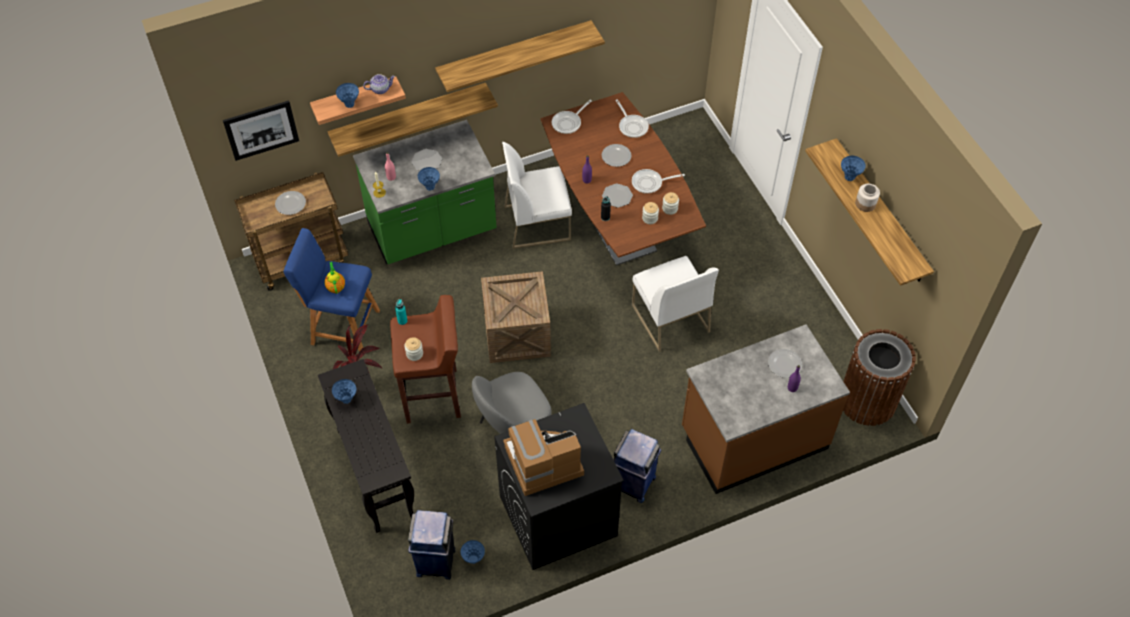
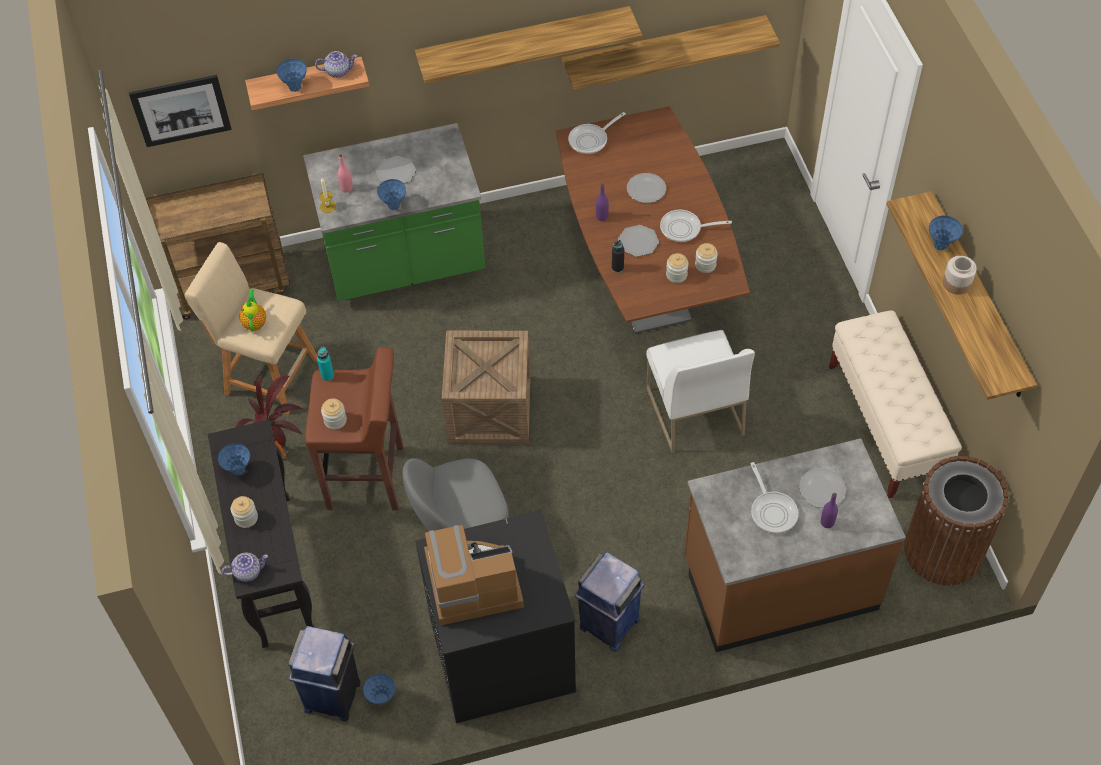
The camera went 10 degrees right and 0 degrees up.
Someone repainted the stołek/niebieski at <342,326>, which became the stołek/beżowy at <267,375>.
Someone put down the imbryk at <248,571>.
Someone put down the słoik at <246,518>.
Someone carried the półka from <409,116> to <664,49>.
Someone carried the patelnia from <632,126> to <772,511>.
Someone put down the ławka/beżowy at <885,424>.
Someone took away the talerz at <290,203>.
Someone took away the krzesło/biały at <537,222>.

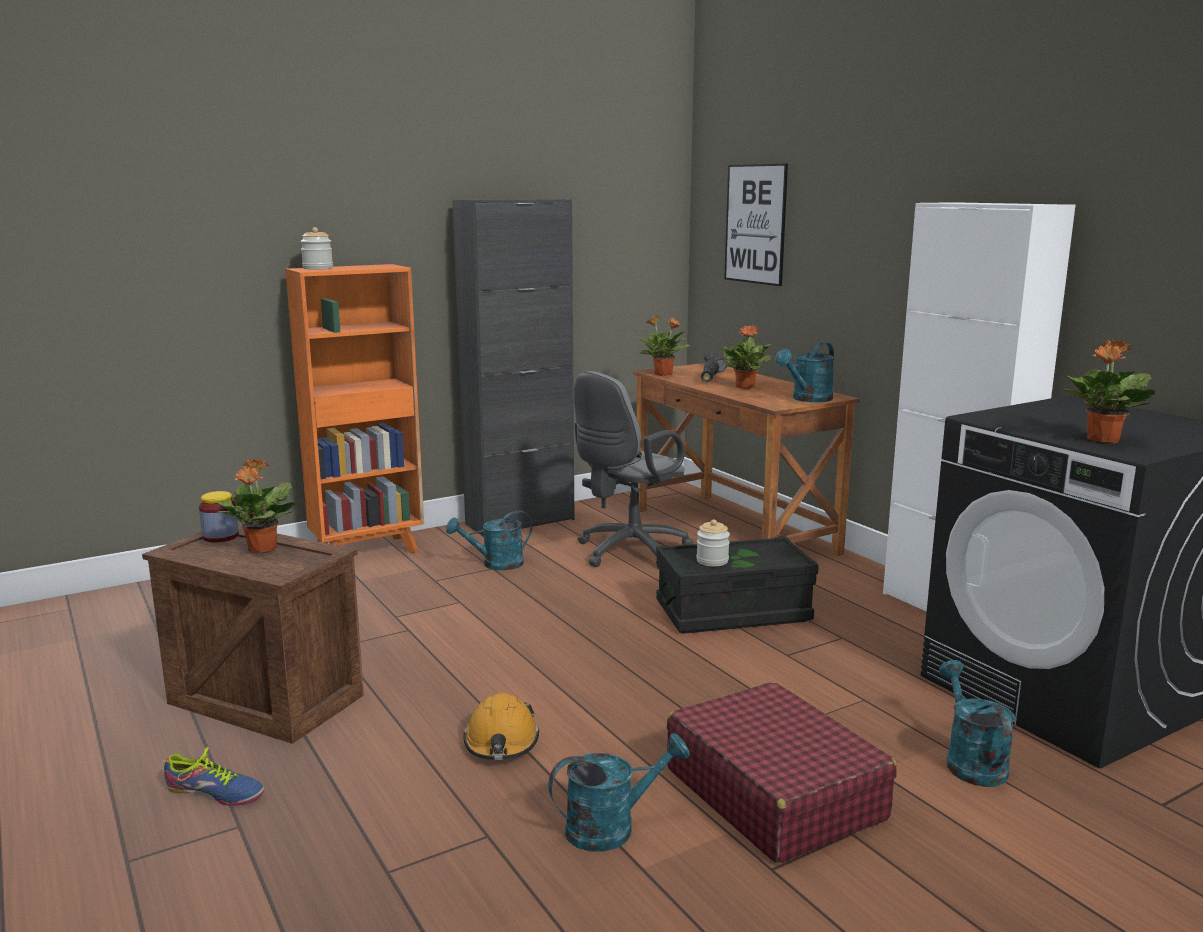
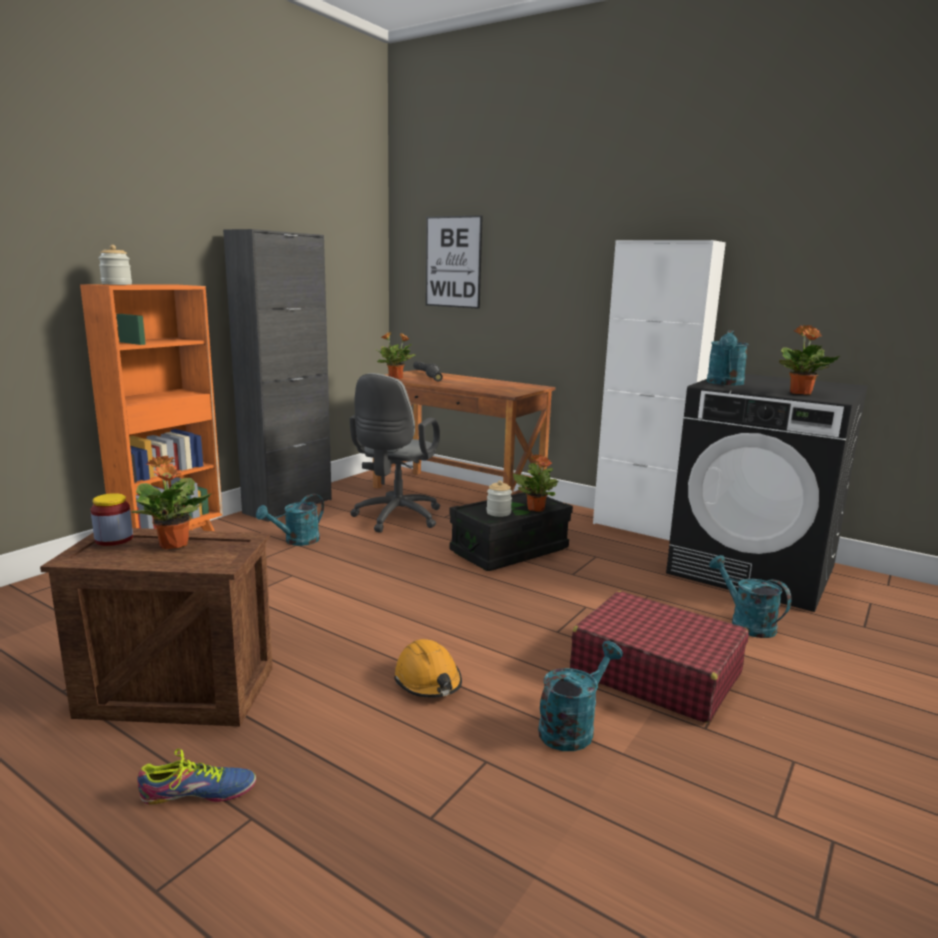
The camera went 25 degrees left and 0 degrees up.
Someone carried the roślina doniczkowa from <745,387> to <536,509>.
Someone carried the konewka/turkusowy from <807,399> to <725,383>.

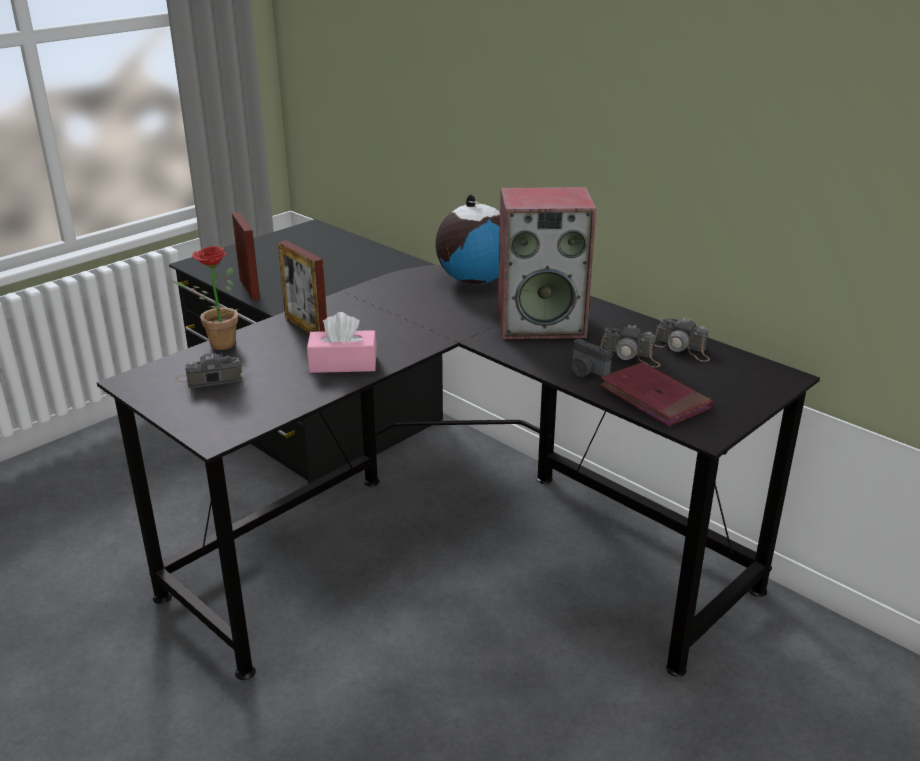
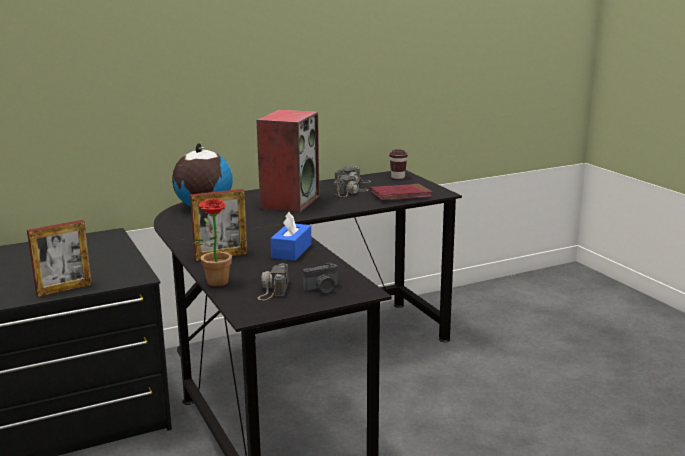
The camera went 70 degrees left and 10 degrees down.
Someone rotated the ramka na zdjęcie at <249,288> by 150 degrees clockwise.
Someone repainted the pudełko chusteczek/różowy at <343,364>, which became the pudełko chusteczek/niebieski at <291,251>.
Someone carried the aparat fotograficzny from <586,372> to <322,289>.
Someone put down the filiżanka/brązowy at <398,177>.

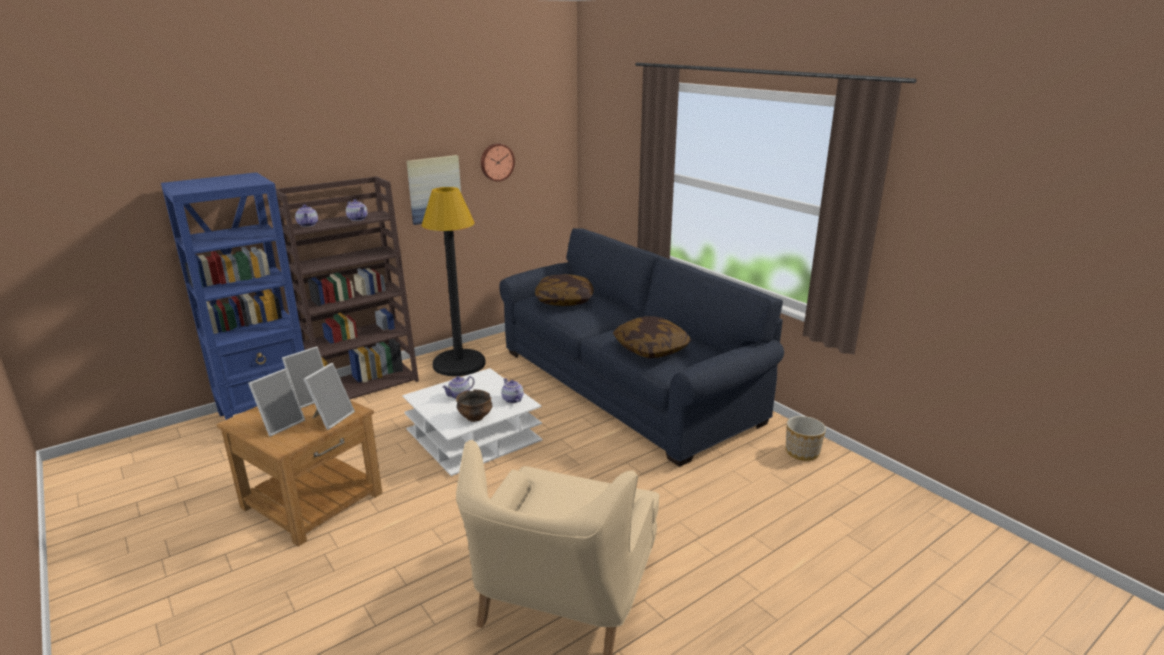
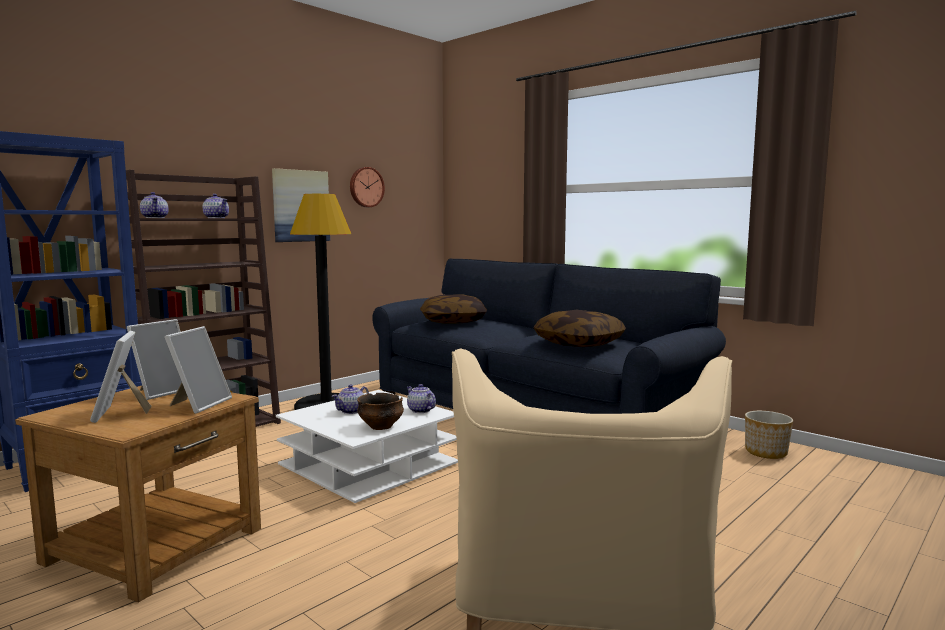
The camera went 10 degrees left and 15 degrees down.
Someone rotated the ramka na zdjęcie at <281,424> by 135 degrees clockwise.

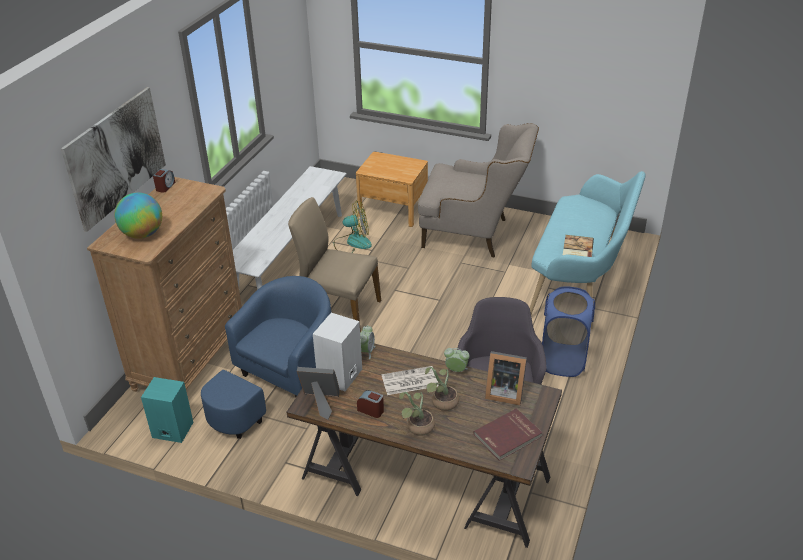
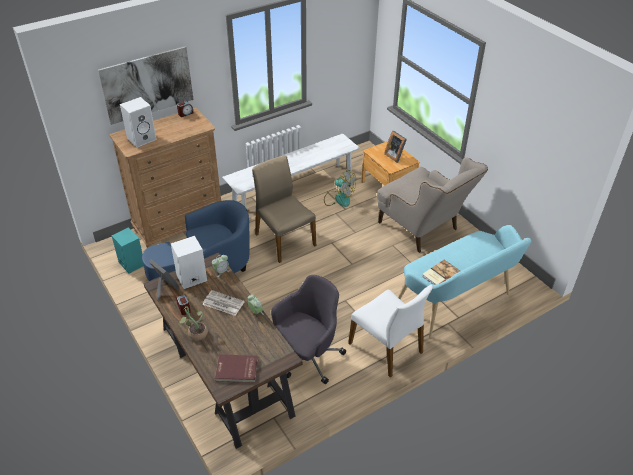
The camera went 35 degrees right and 5 degrees up.
Someone swapped the globus at <143,234> for the głośnik/biały at <142,138>.
Someone swapped the kosz na pranie/niebieski at <563,360> for the krzesło/biały at <387,347>.
Someone carried the ramka na zdjęcie from <503,392> to <395,155>.
Someone took away the roślina doniczkowa at <441,403>.

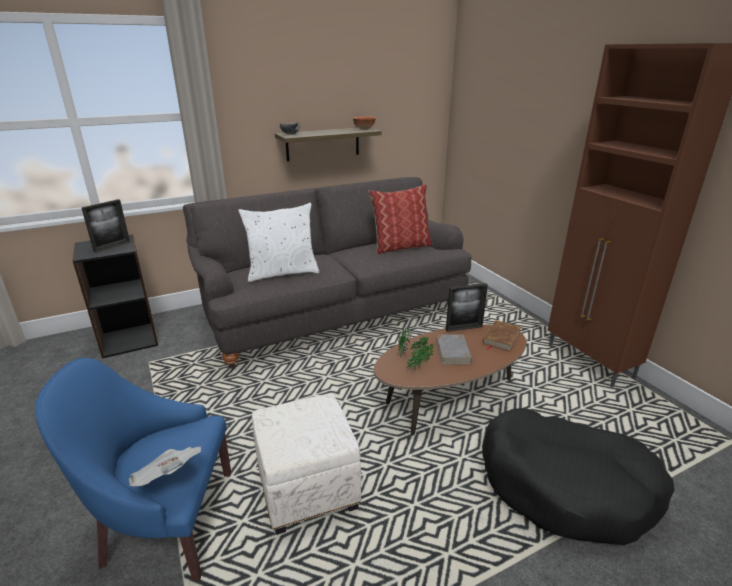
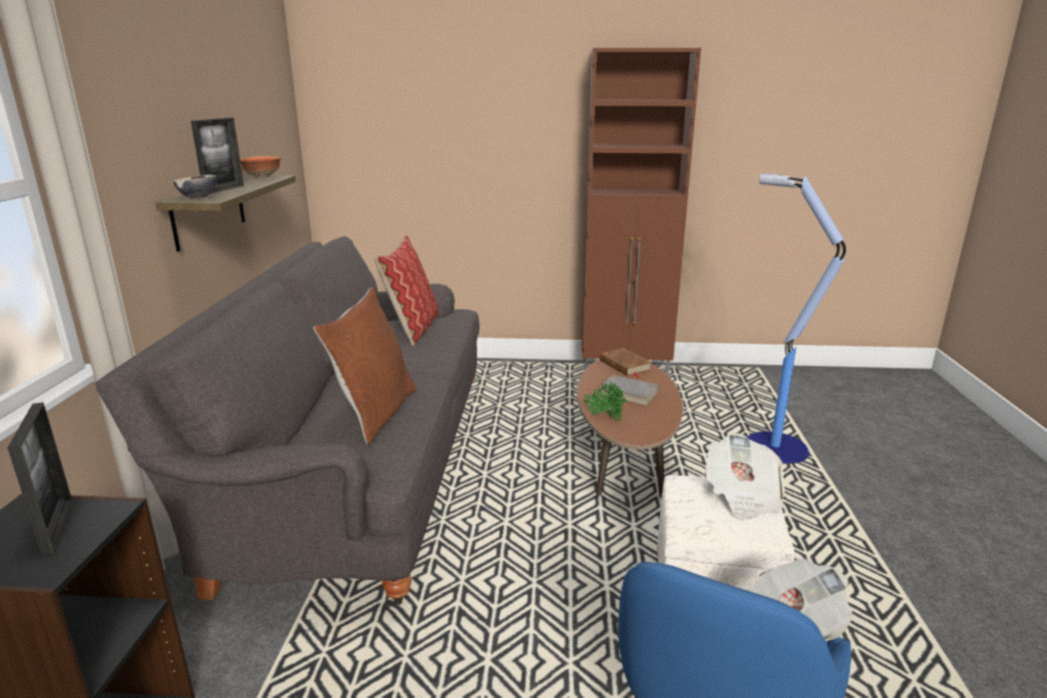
The camera went 60 degrees left and 5 degrees down.
Someone carried the ramka na zdjęcie from <464,328> to <224,189>.
Someone repainted the poduszka/biały at <282,272>, which became the poduszka/brązowy at <375,413>.
Someone put down the gazeta at <742,496>.
Someone swapped the legowisko/czarny at <566,486> for the lampa stojąca at <773,447>.
Someone took away the roślina doniczkowa at <417,367>.

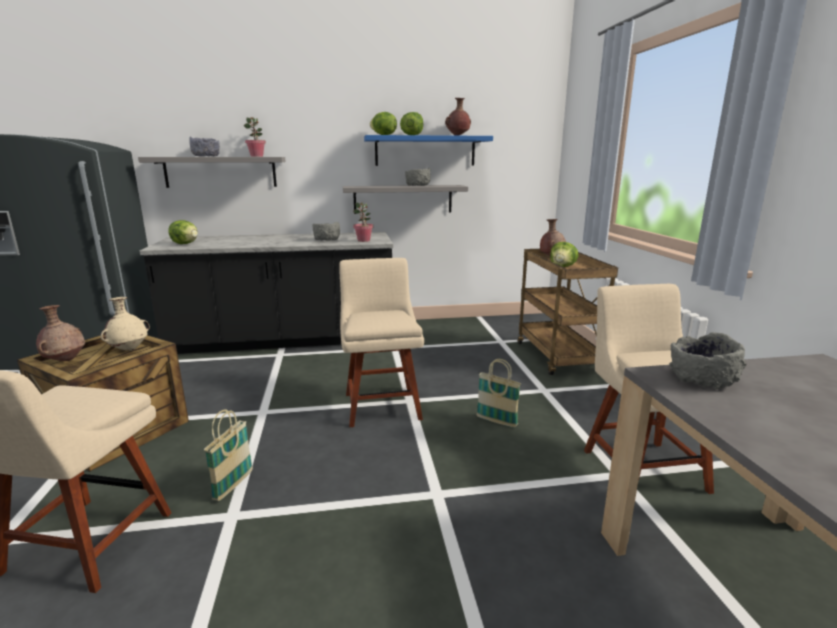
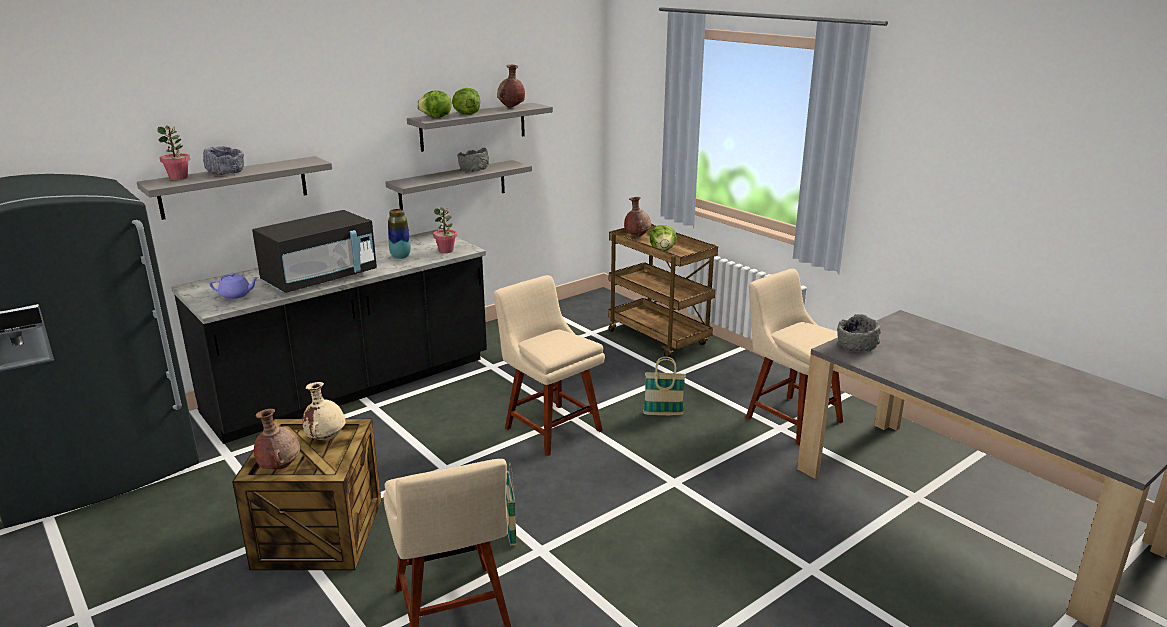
The camera went 30 degrees left and 5 degrees up.
Someone carried the roślina doniczkowa from <257,156> to <179,178>.
Someone swapped the sałata at <186,244> for the imbryk/fioletowy at <236,295>.
Someone put down the mikrofalówka/czarny at <320,279>.
Someone swapped the miska/szary at <326,240> for the wazon at <400,256>.
Someone repainted the półka/niebieski at <425,151>, which became the półka/szary at <473,126>.

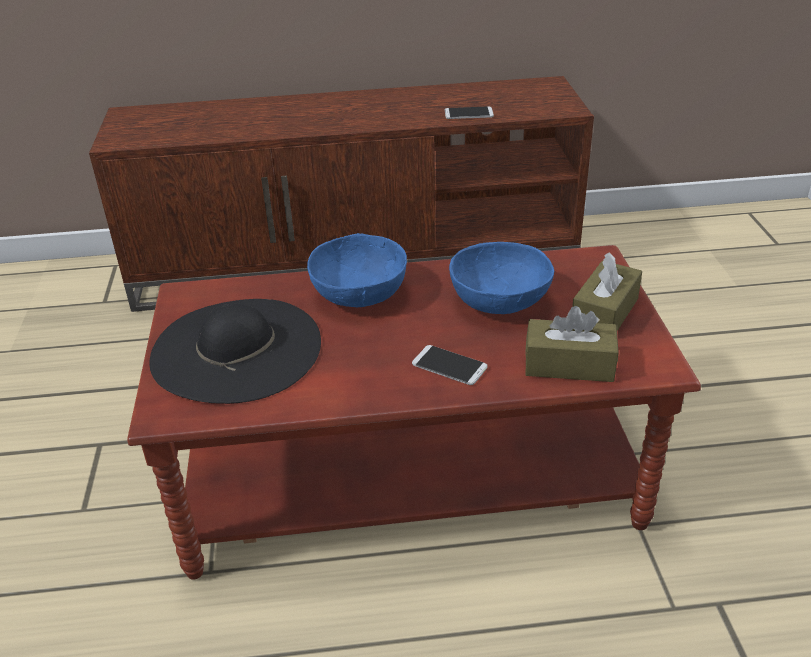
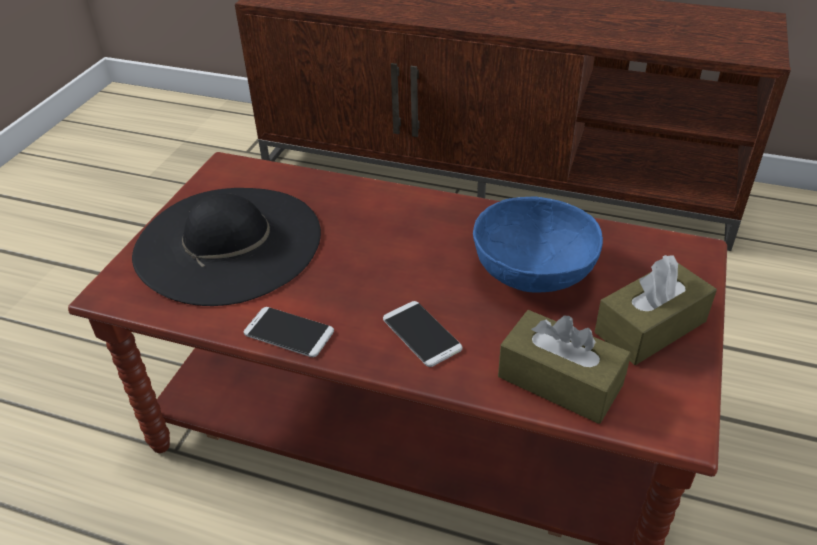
The camera went 25 degrees right and 5 degrees up.
Someone carried the telefon from <468,114> to <289,332>.
Someone took away the miska/niebieski at <359,293>.

